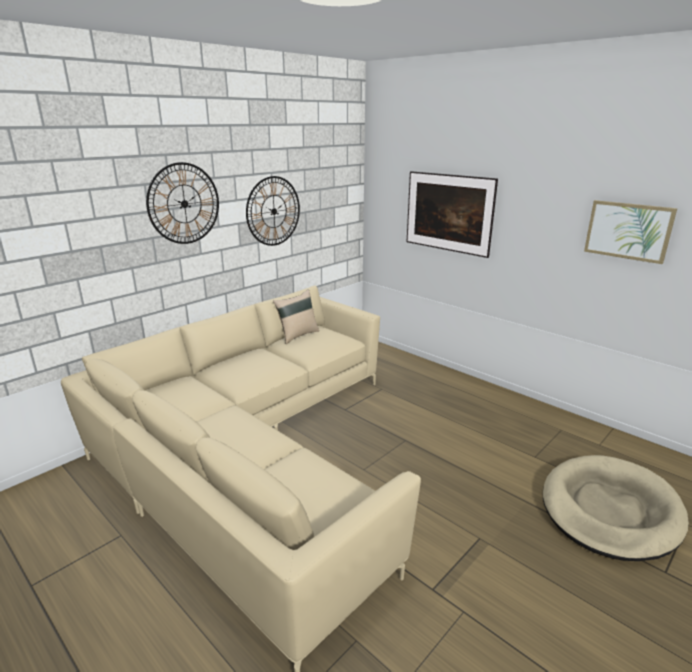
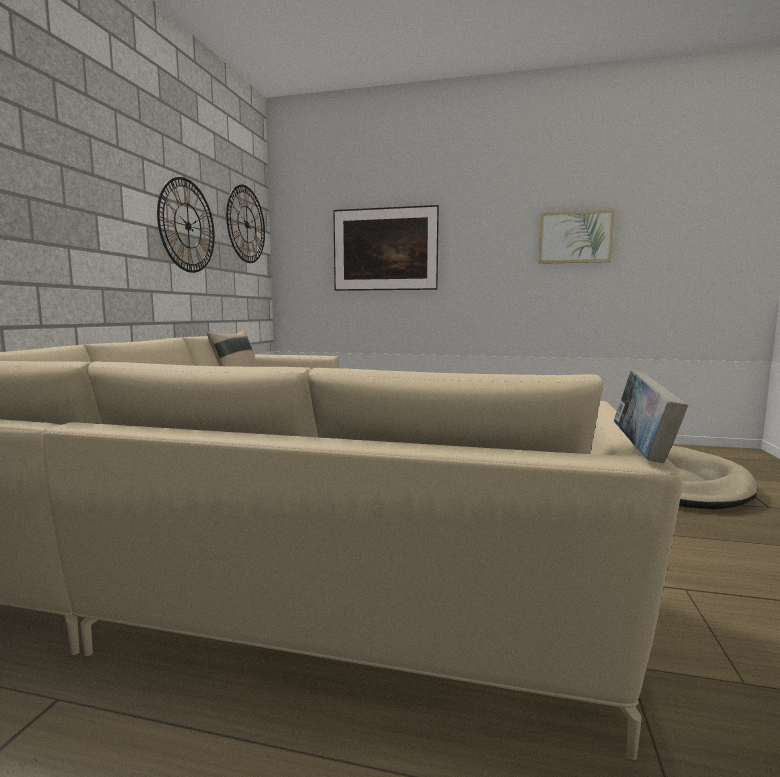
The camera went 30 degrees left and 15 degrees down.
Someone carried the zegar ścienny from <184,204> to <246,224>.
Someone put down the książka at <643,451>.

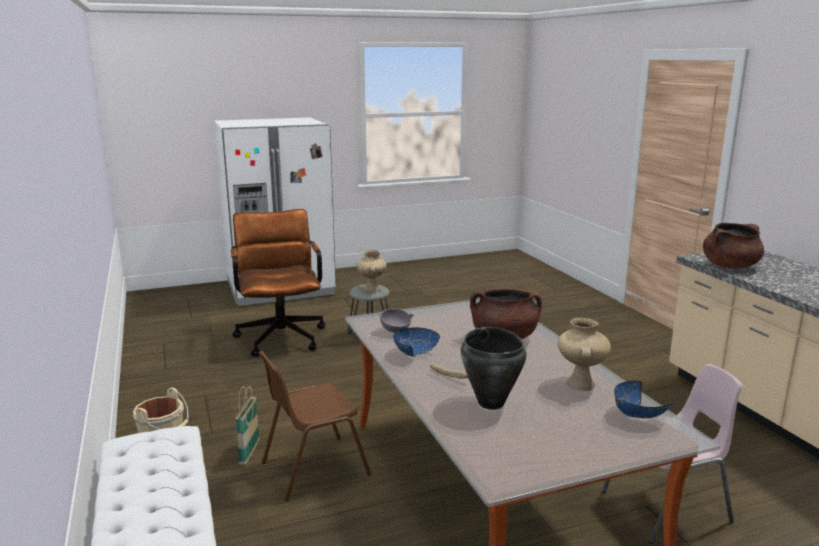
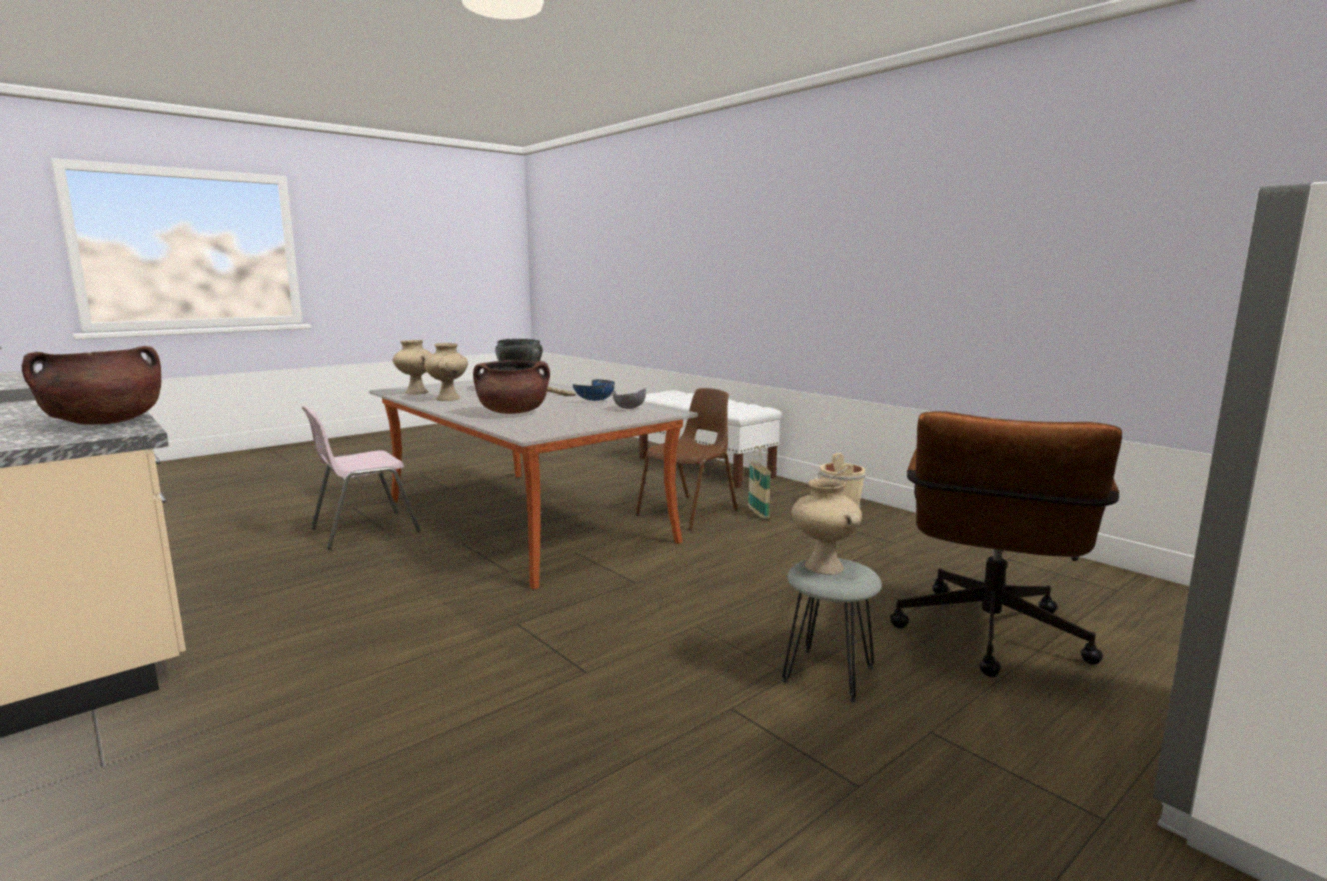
The camera went 160 degrees right and 5 degrees down.
Someone swapped the miska/niebieski at <636,416> for the wazon/beżowy at <415,392>.
Someone rotated the krzesło biurowe/brązowy at <281,335> by 60 degrees clockwise.

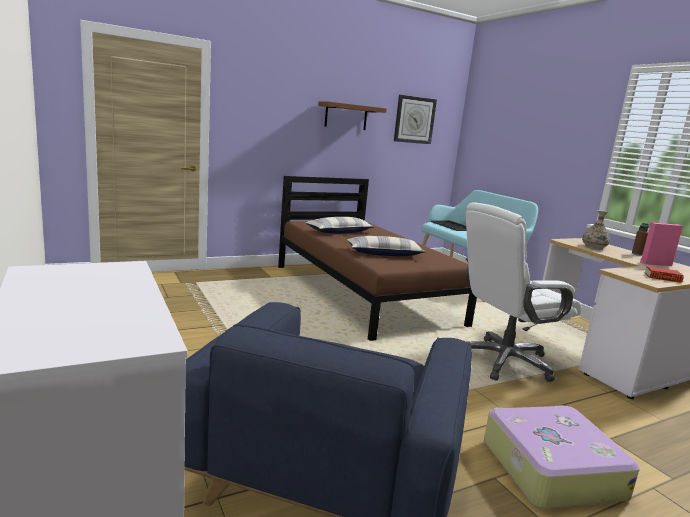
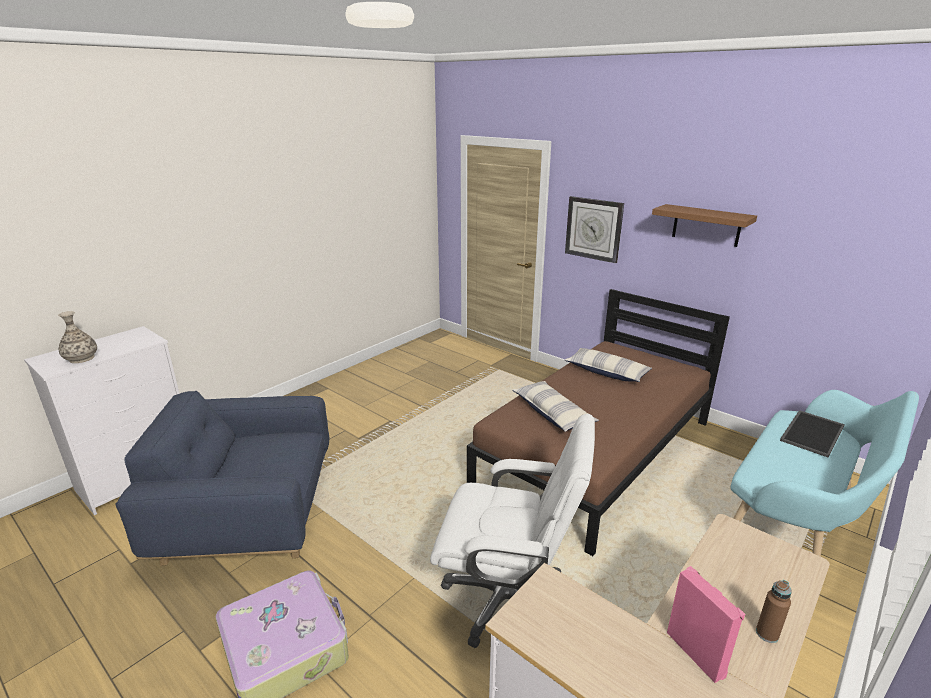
The camera went 70 degrees right and 10 degrees up.
Someone carried the wazon from <594,247> to <81,358>.
Someone rotated the krzesło biurowe/biały at <504,361> by 150 degrees clockwise.
Someone carried the zegar ścienny from <414,120> to <594,229>.
Someone took away the książka at <662,278>.

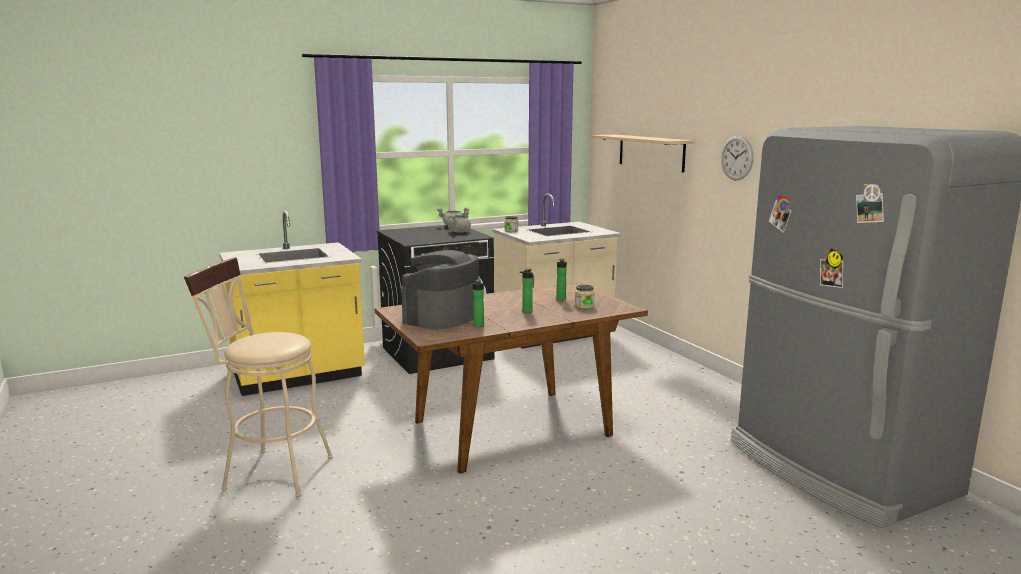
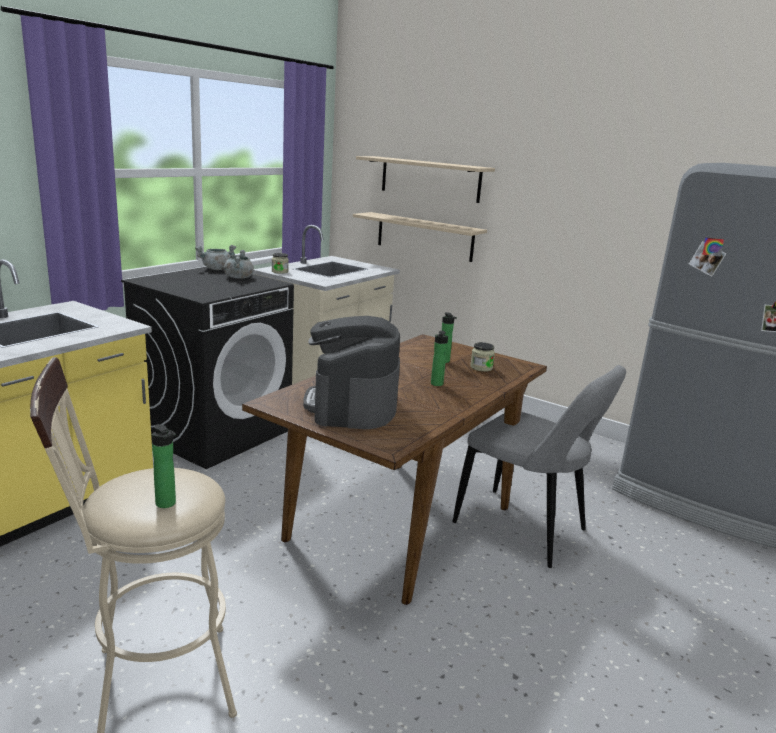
The camera went 30 degrees left and 5 degrees up.
Someone carried the butelka from <479,326> to <167,504>.
Someone put up the półka/beżowy at <424,236>.
Someone put down the krzesło/szary at <525,529>.
Someone took away the zegar ścienny at <737,158>.

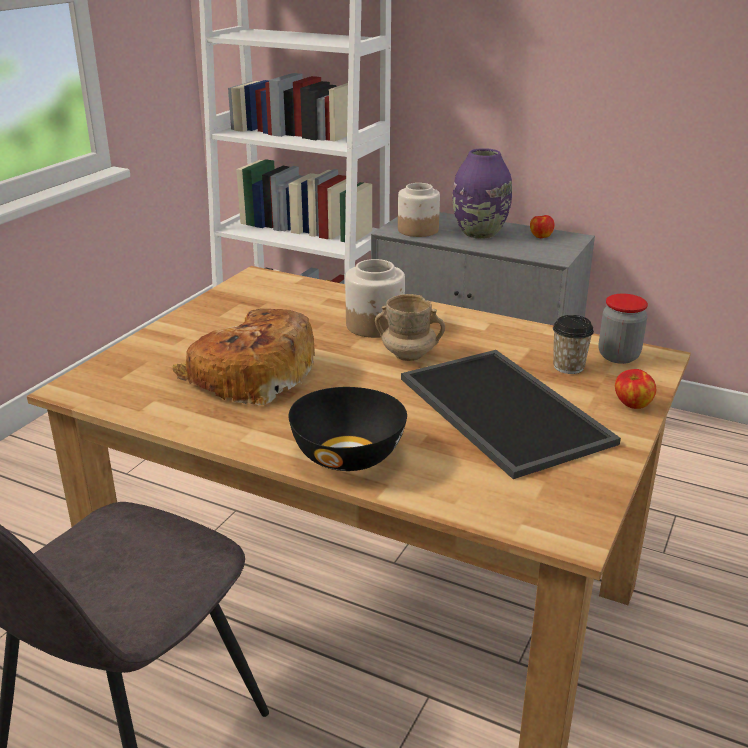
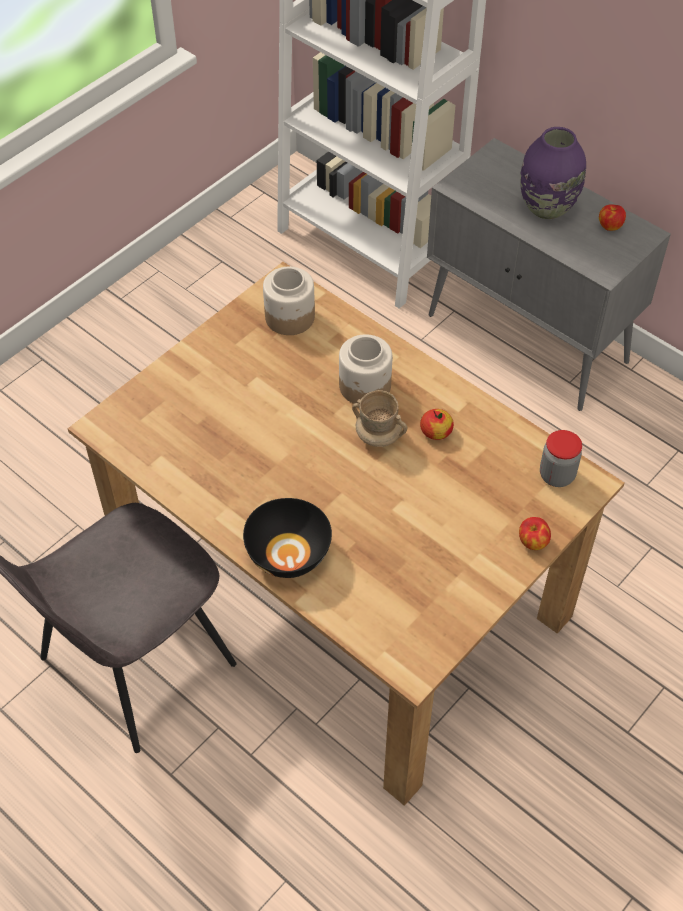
The camera went 15 degrees right and 25 degrees up.
Someone carried the słoik from <417,230> to <289,317>.
Someone put down the jabłko at <436,431>.
Someone took away the chleb at <250,375>.
Someone took away the taca at <499,409>.
Someone took away the filiżanka at <568,367>.

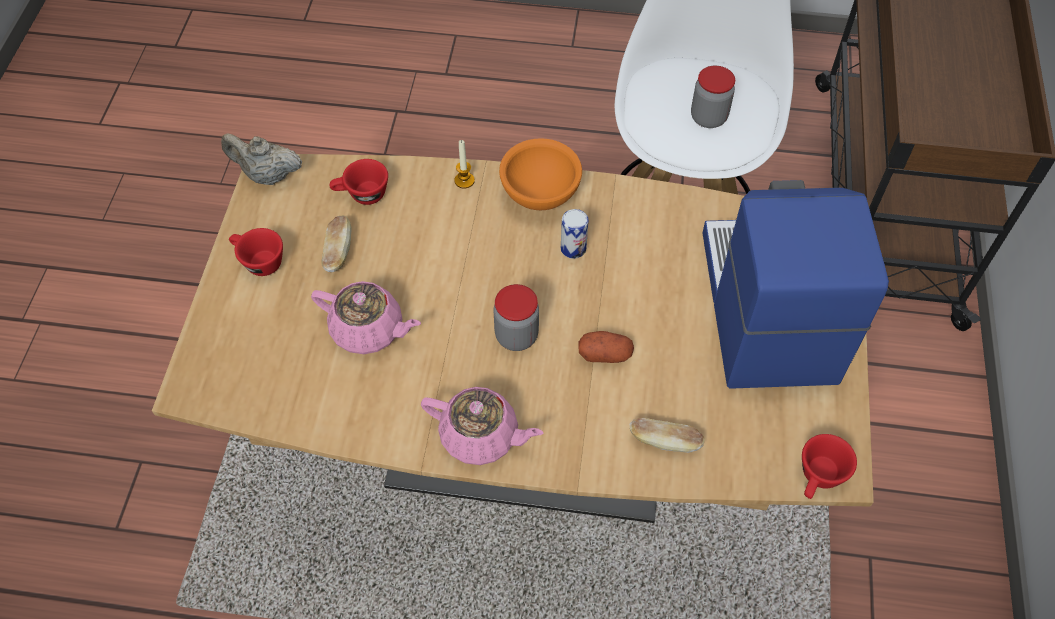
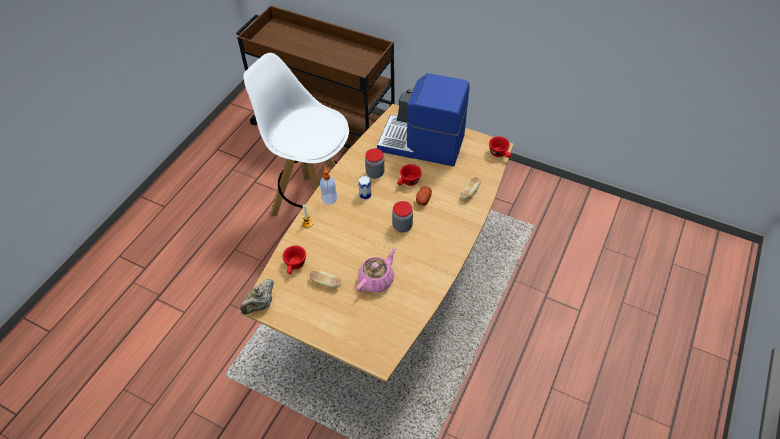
The camera went 70 degrees left and 5 degrees down.
Someone swapped the miska/pomarańczowy at <539,194> for the dozownik mydła at <329,198>.
Someone carried the słoik from <708,117> to <375,173>.
Someone carried the filiżanka/czerwony from <258,262> to <408,182>.
Someone took away the imbryk/różowy at <481,436>.

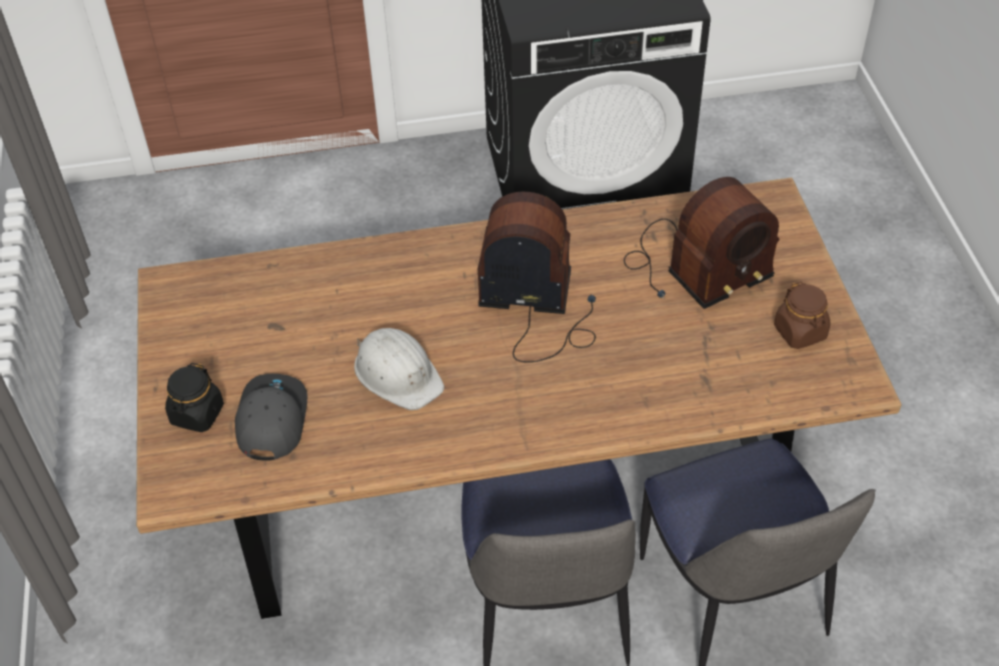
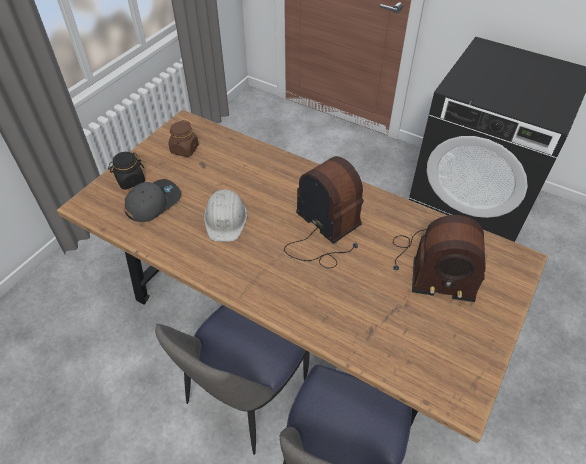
The camera went 40 degrees right and 0 degrees up.
Someone carried the słoik/brązowy from <800,332> to <184,149>.

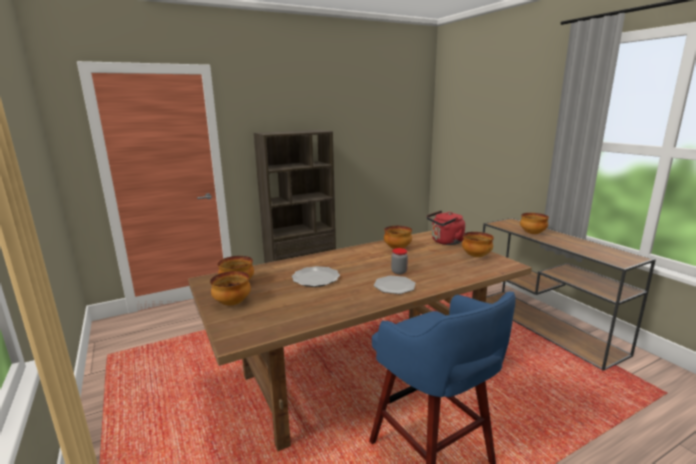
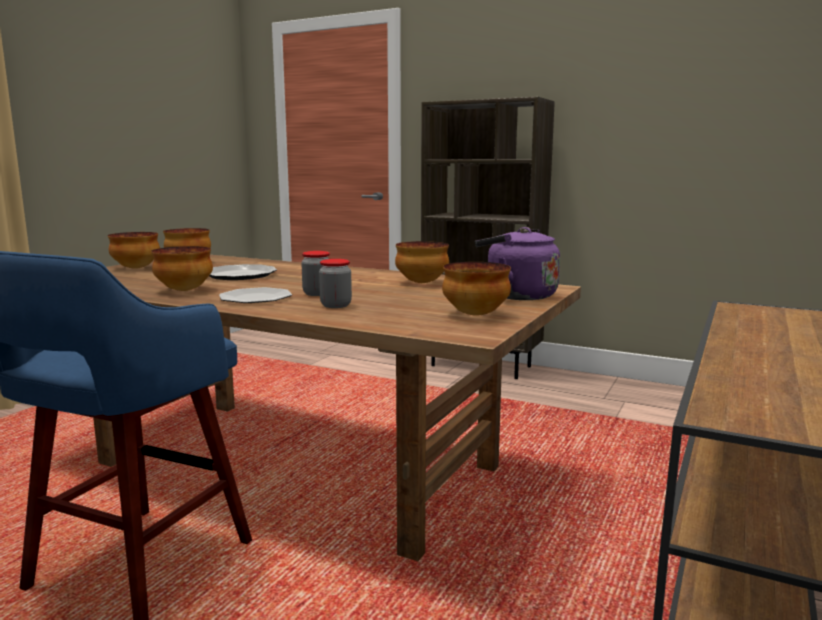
The camera went 55 degrees right and 5 degrees down.
Someone carried the miska from <532,233> to <184,290>.
Someone put down the słoik at <336,305>.
Someone repainted the czajnik/czerwony at <445,242>, which became the czajnik/fioletowy at <516,295>.

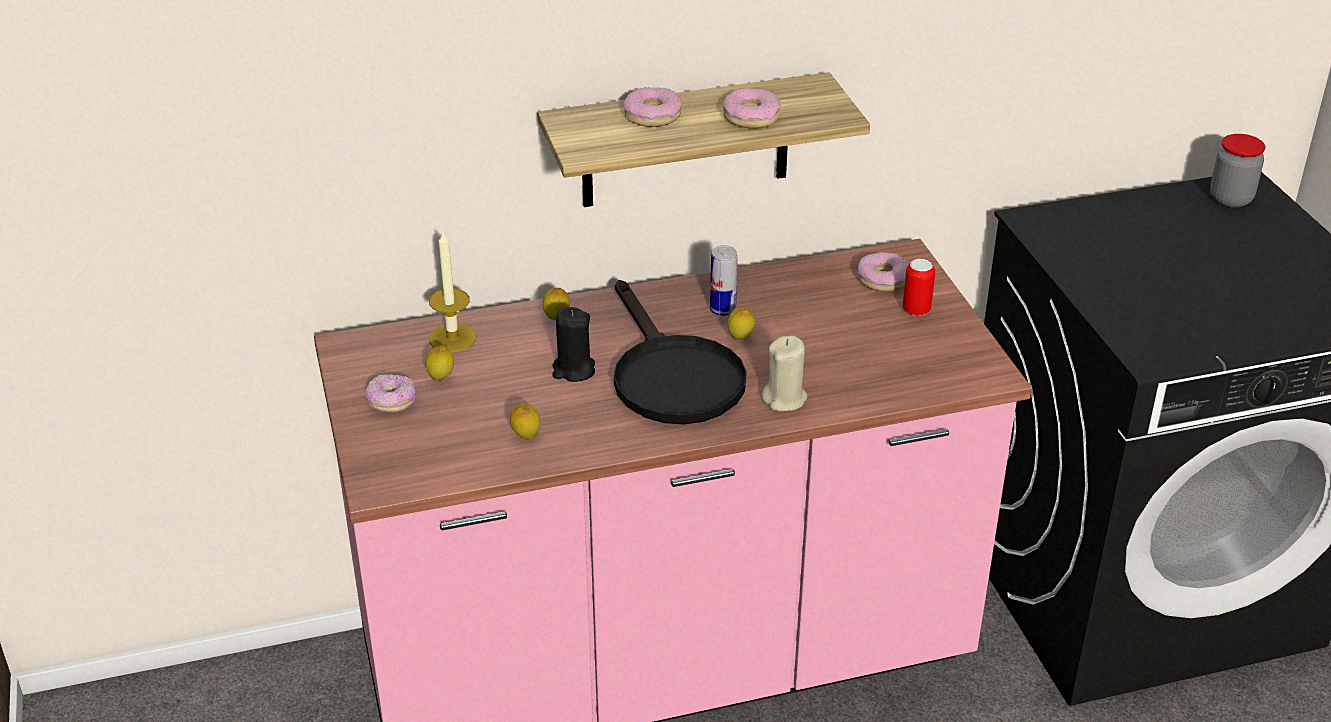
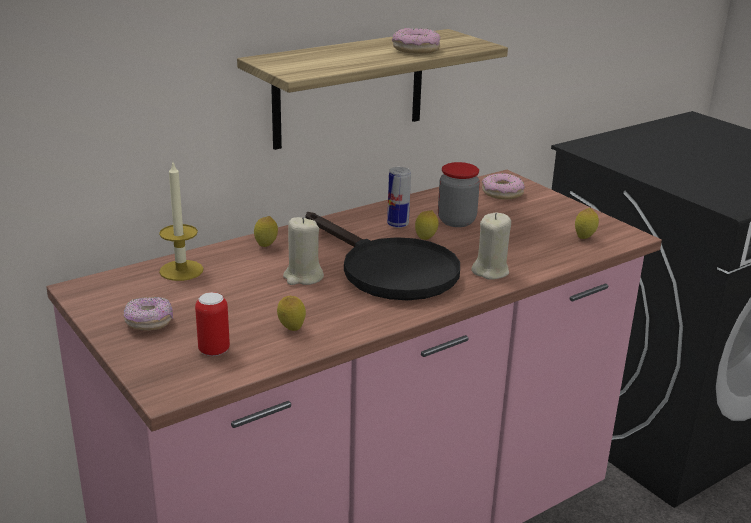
The camera went 20 degrees left and 10 degrees down.
Someone carried the puszka from <916,310> to <214,350>.
Someone repainted the świeca/czarny at <573,370>, which became the świeca/beżowy at <303,277>.
Someone carried the słoik from <1230,199> to <456,221>.
Someone carried the cytryna from <441,379> to <584,238>.
Someone took away the donut at <652,115>.

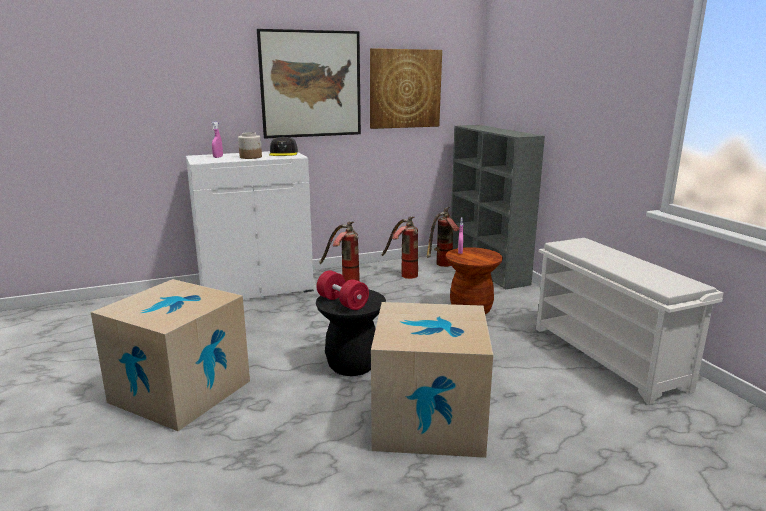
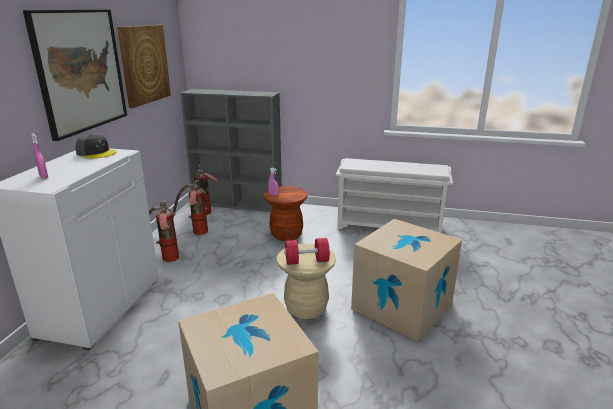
The camera went 55 degrees left and 5 degrees up.
Someone repainted the stołek/czarny at <352,365>, which became the stołek/beżowy at <306,308>.
Someone took away the słoik at <251,157>.

